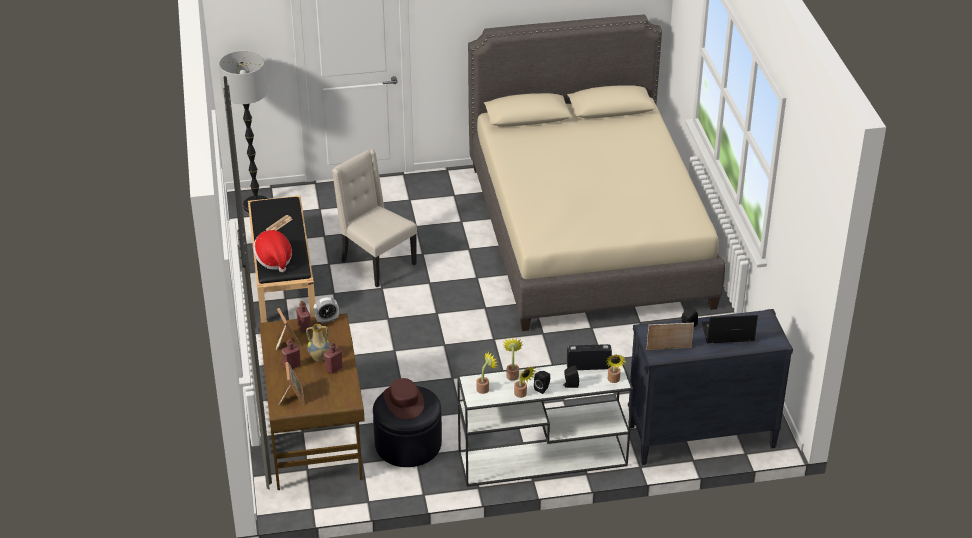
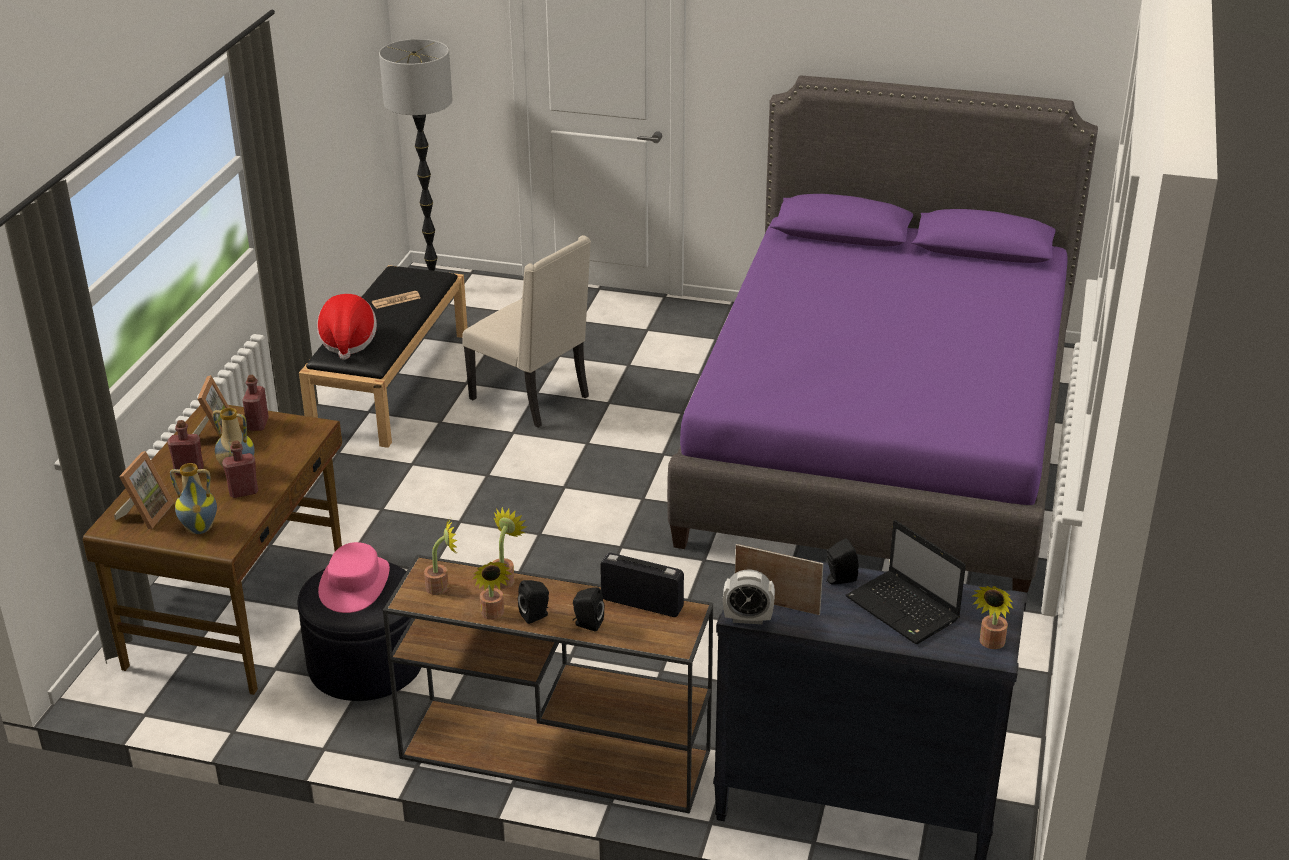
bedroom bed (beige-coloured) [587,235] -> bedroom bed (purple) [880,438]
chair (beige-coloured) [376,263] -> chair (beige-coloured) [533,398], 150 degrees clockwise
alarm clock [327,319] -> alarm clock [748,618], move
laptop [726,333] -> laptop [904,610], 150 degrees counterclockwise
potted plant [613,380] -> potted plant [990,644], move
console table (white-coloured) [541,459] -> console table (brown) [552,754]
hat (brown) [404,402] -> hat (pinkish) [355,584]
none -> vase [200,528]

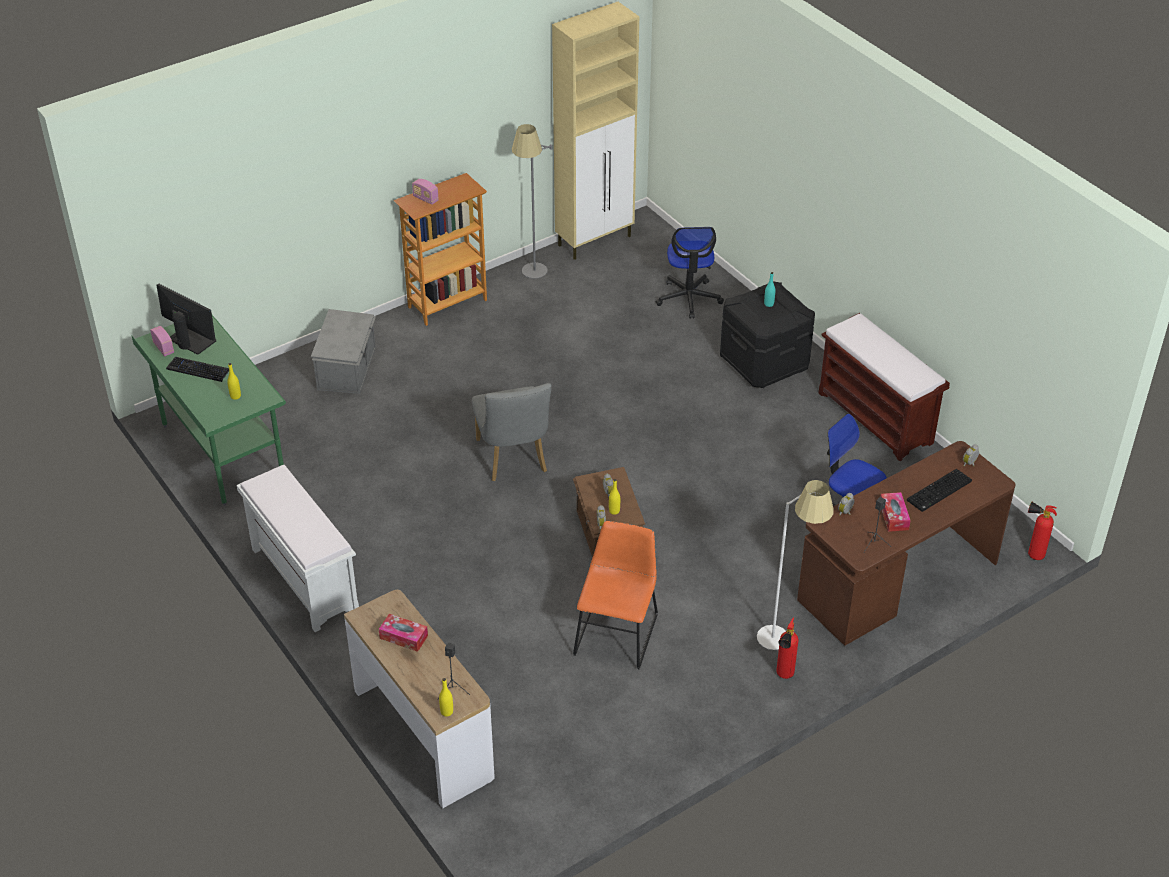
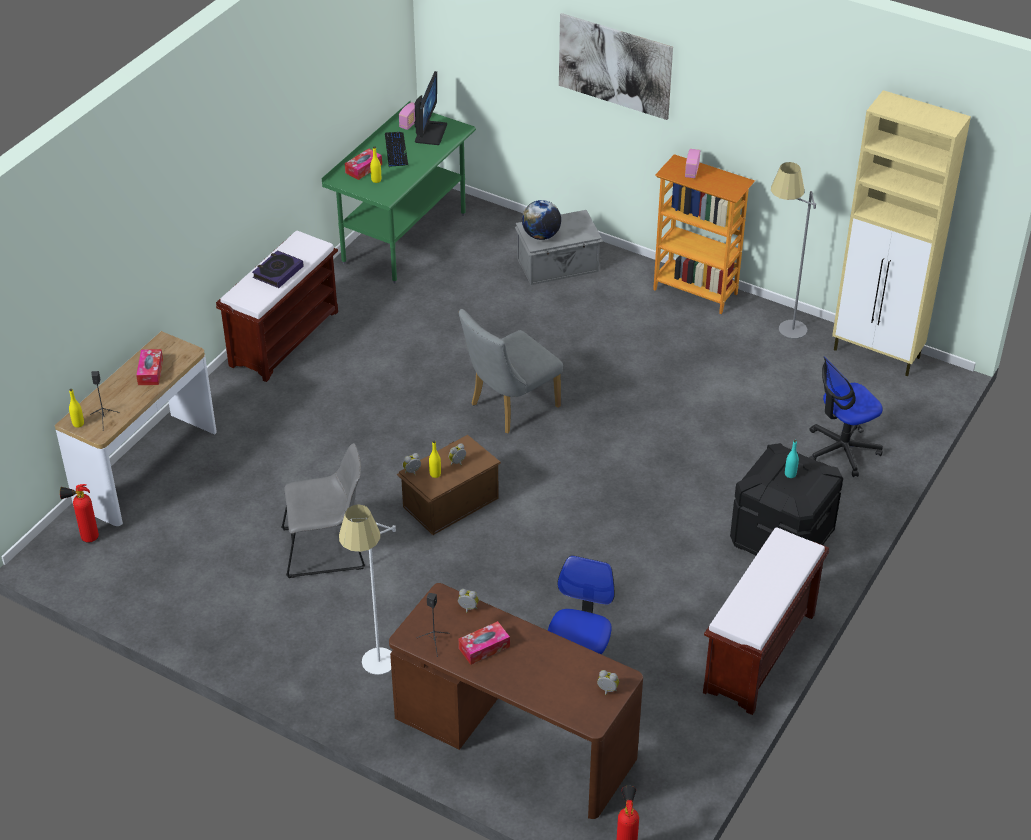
bench (white-coloured) [303,579] -> bench (brown) [284,337]
PC keyboard [939,492] -> none
chair (orange-coloured) [617,631] -> chair (greyish) [327,548]
fire extinguisher [783,676] -> fire extinguisher [85,538], move
none -> picture [615,66]
none -> tissue box [363,169]
none -> world globe [541,235]
none -> book [278,272]

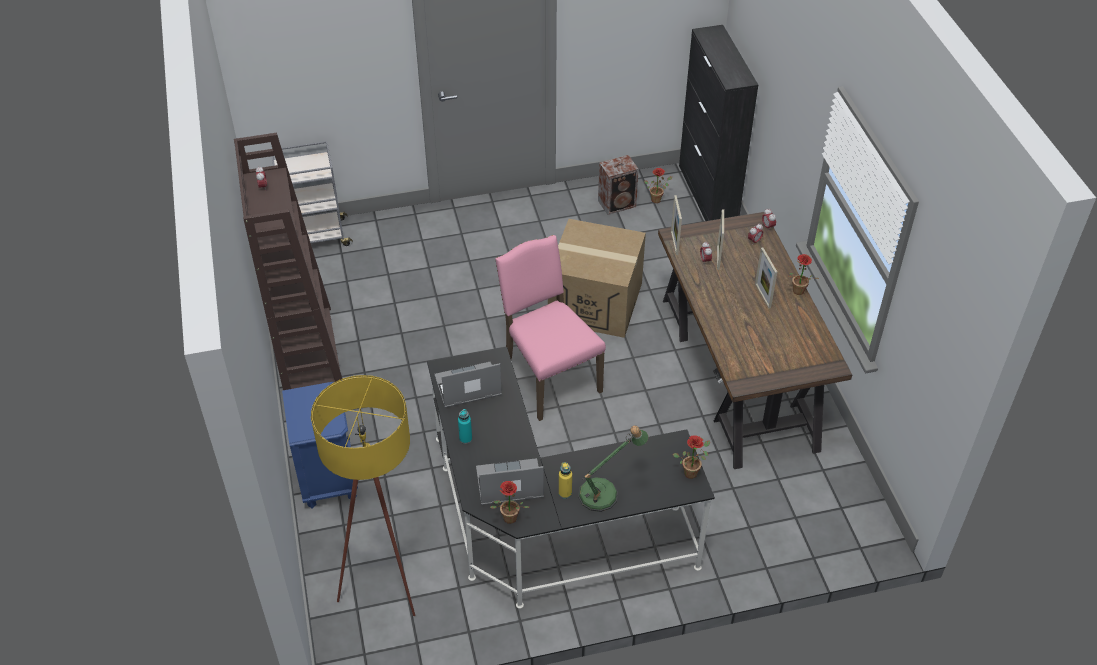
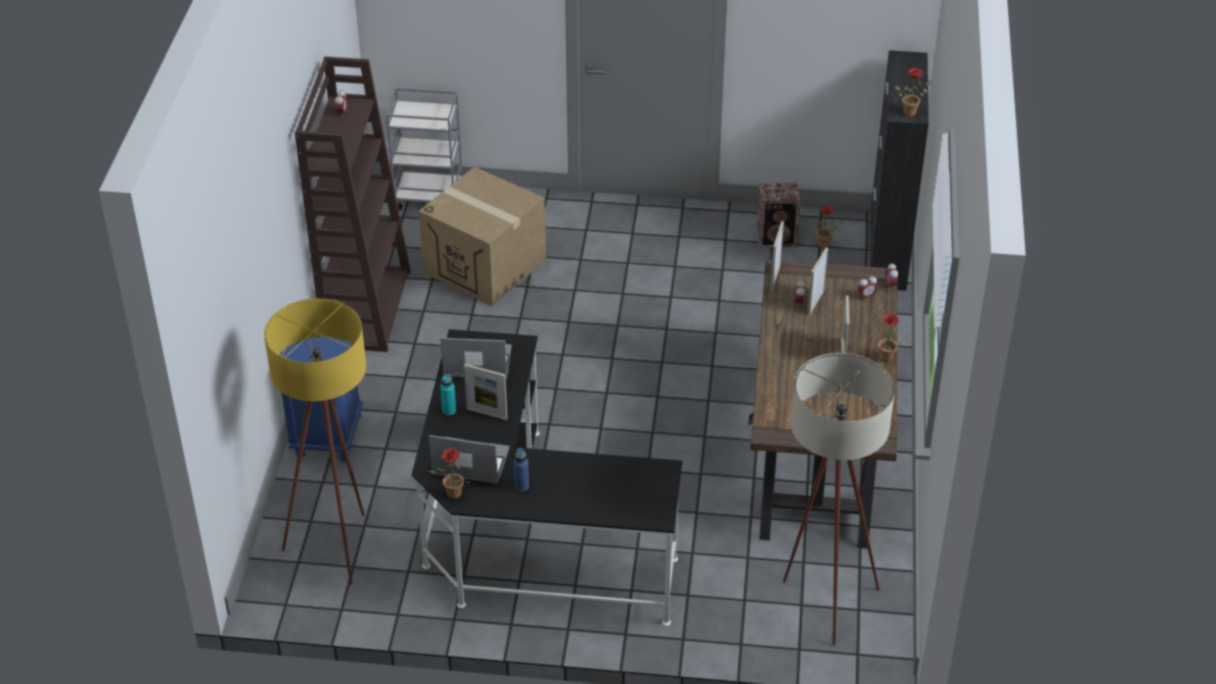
packing box [595,302] -> packing box [485,266], move
chair (pinkish) [549,378] -> none
lamp for a table [605,492] -> none
potted plant [692,471] -> potted plant [911,112], move
beverage bottle (yellow-coloured) [565,493] -> beverage bottle (blue-coloured) [521,486]
none -> floor lamp (beige-coloured) [822,599]
none -> photo frame [486,414]

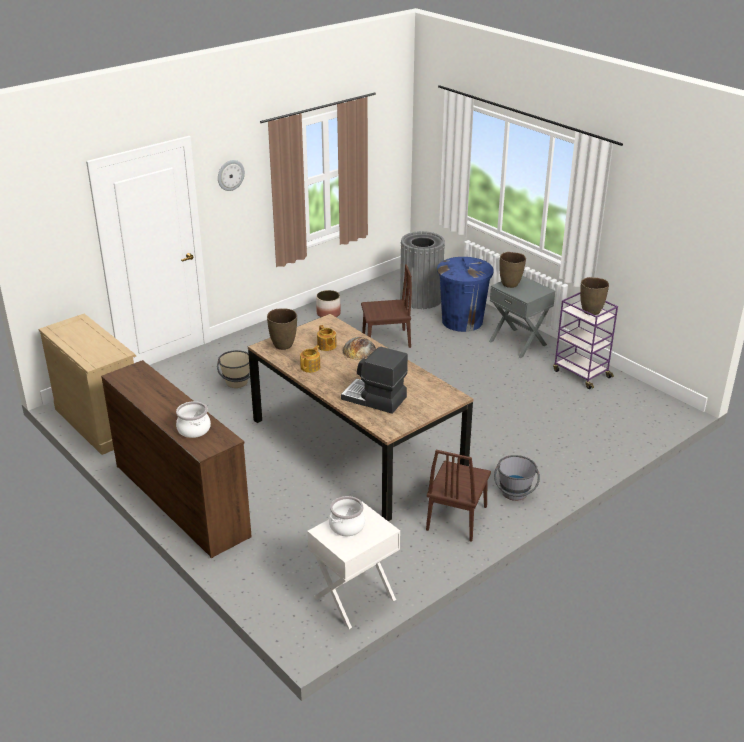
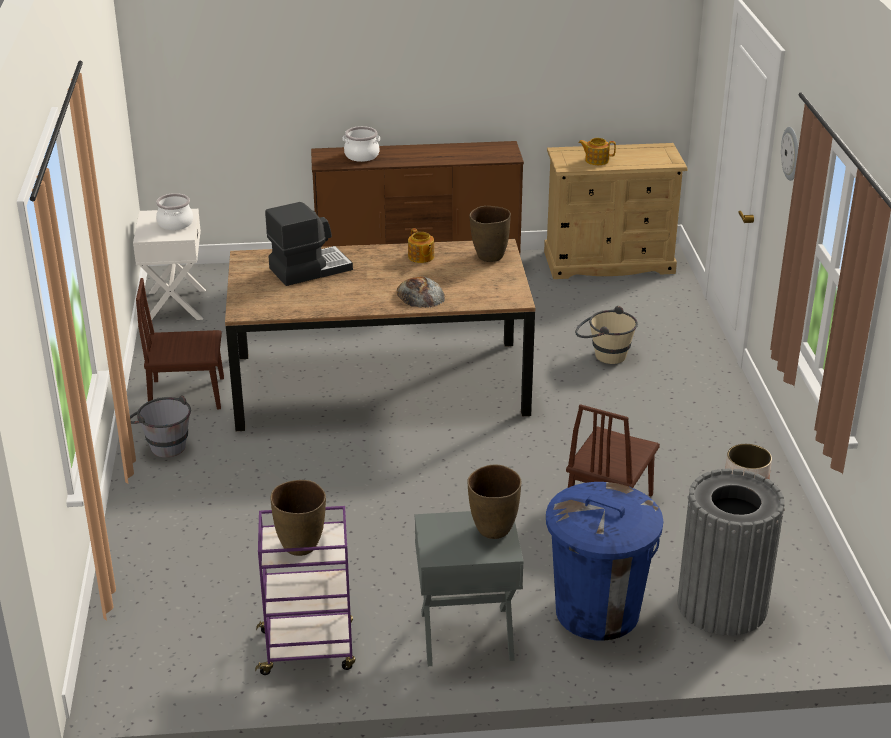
teapot [326,346] -> teapot [596,160], move
chair (brown) [456,518] -> chair (brown) [187,394], 60 degrees counterclockwise

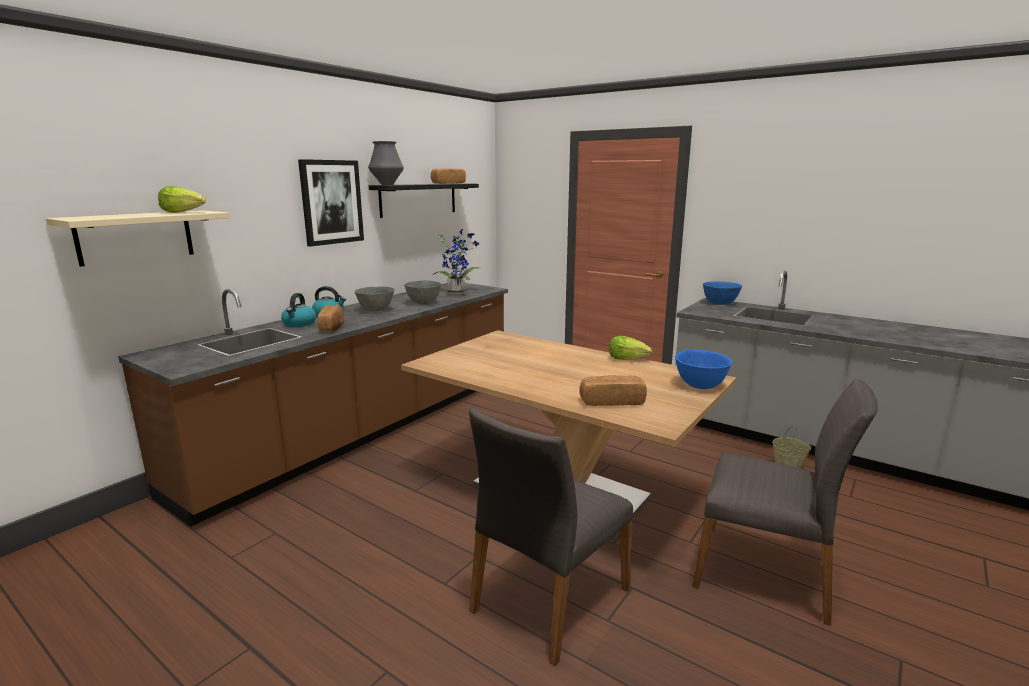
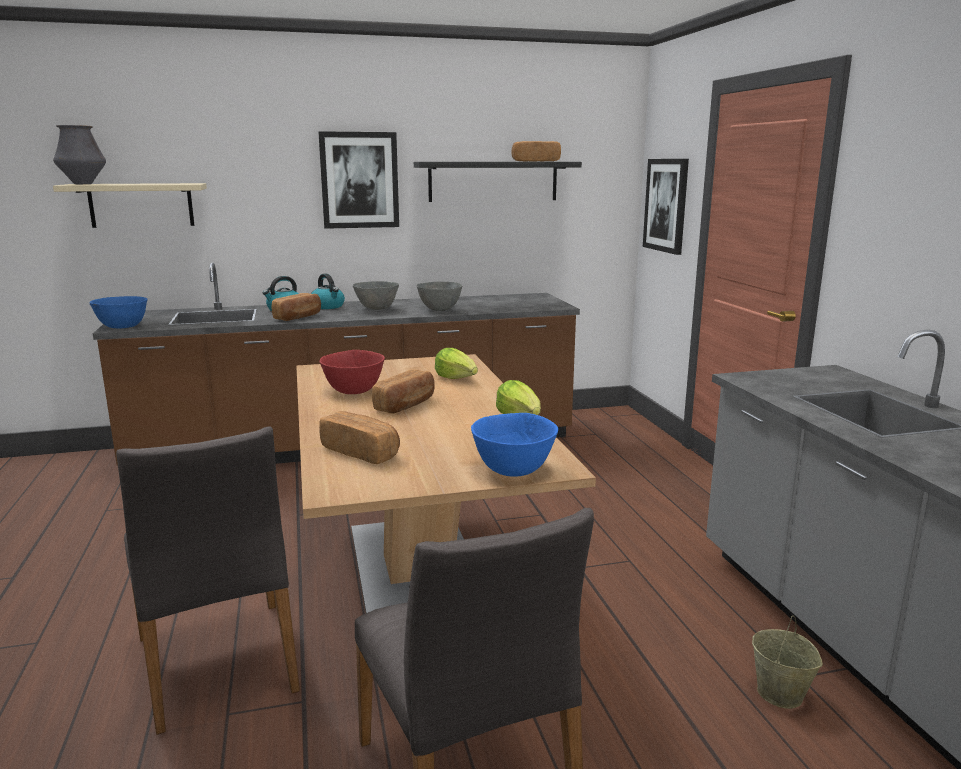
vase [387,185] -> vase [83,184], move
lettuce [183,212] -> lettuce [457,378], move
potted plant [457,292] -> none
bowl (blue-coloured) [720,303] -> bowl (blue-coloured) [122,327], move
chair (greyish) [548,599] -> chair (greyish) [219,663], 105 degrees counterclockwise
none -> picture [666,205]
none -> bowl (reddish) [354,390]
none -> bakery bread [406,405]

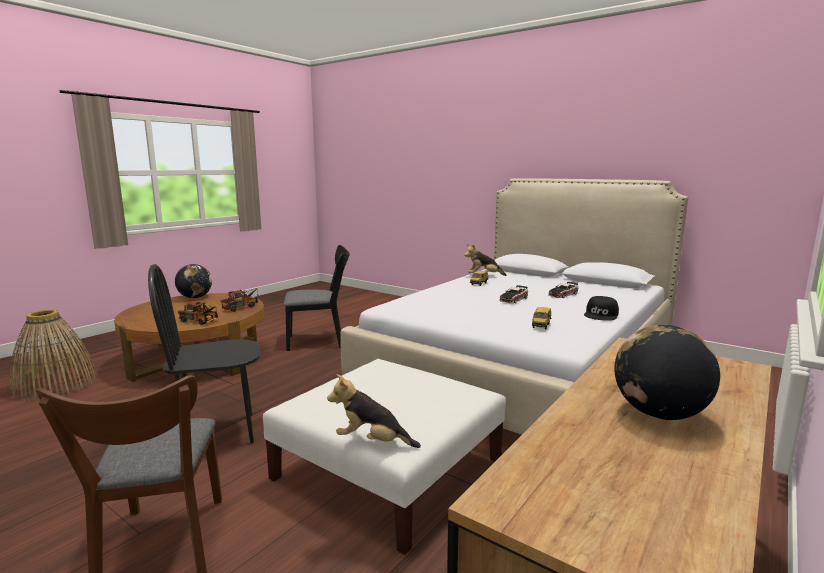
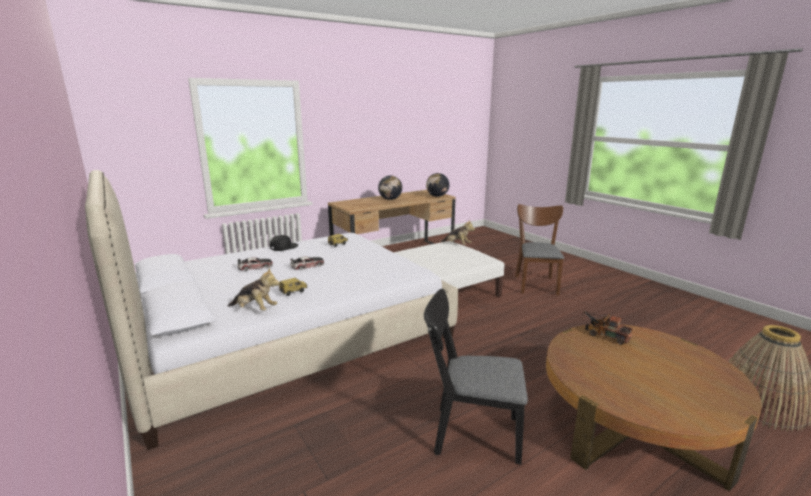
chair (black) [218,433] -> none
world globe [195,297] -> world globe [437,196], move
toy lorry [242,307] -> none

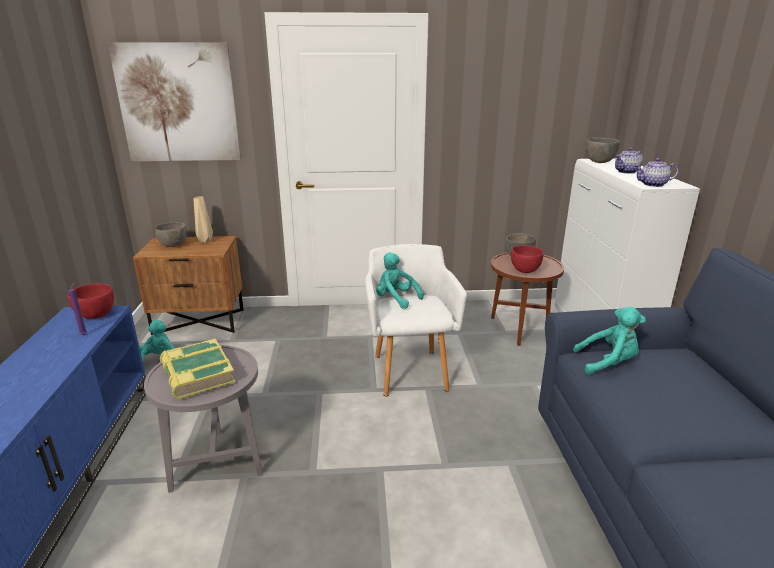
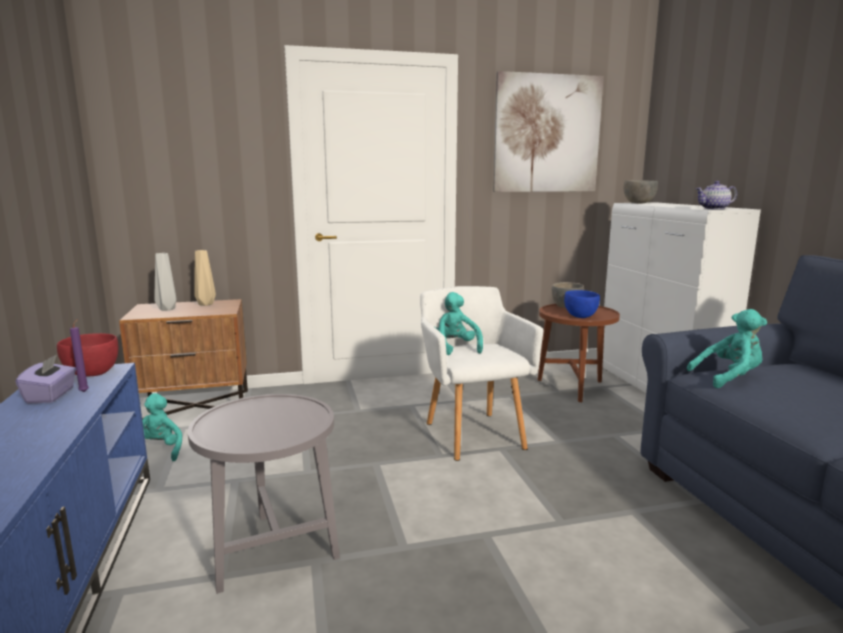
picture [178,103] -> picture [547,134], move
teapot [626,172] -> none
bowl (greyish) [173,245] -> vase (greyish) [167,309]
bowl (reddish) [525,270] -> bowl (blue-coloured) [580,316]
cuddly toy (blue-green) [396,299] -> cuddly toy (blue-green) [454,348], 45 degrees clockwise
book [197,374] -> none
none -> tissue box (purple) [51,395]

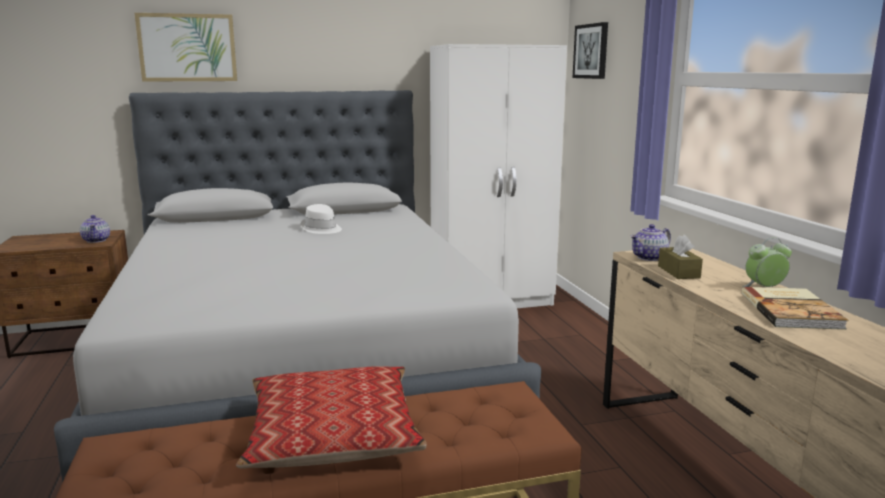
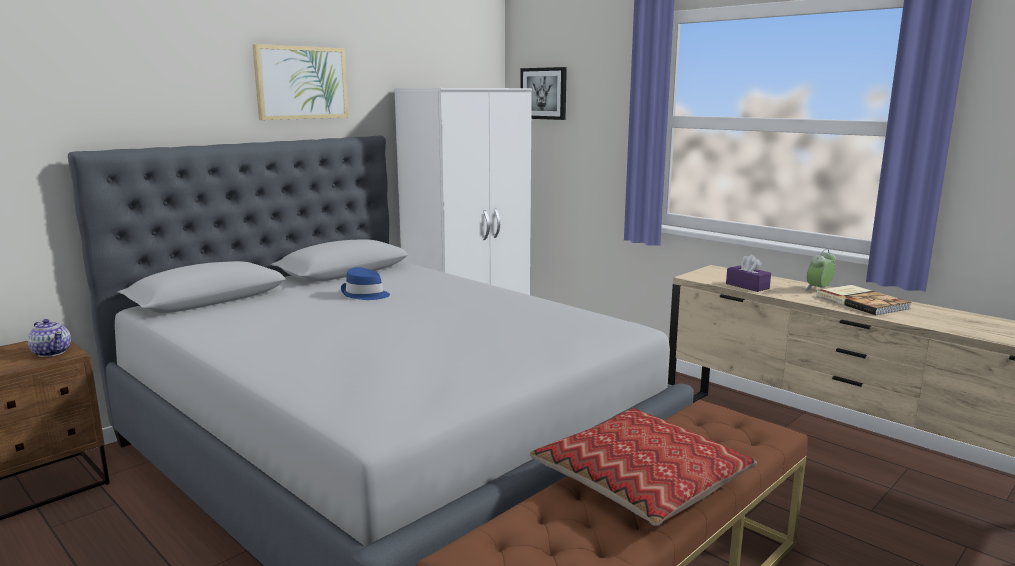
picture [187,48] -> picture [301,83], move
hat (white-coloured) [321,229] -> hat (blue-coloured) [365,294]
teapot [649,257] -> none
tissue box (brown) [678,272] -> tissue box (purple) [747,286]

